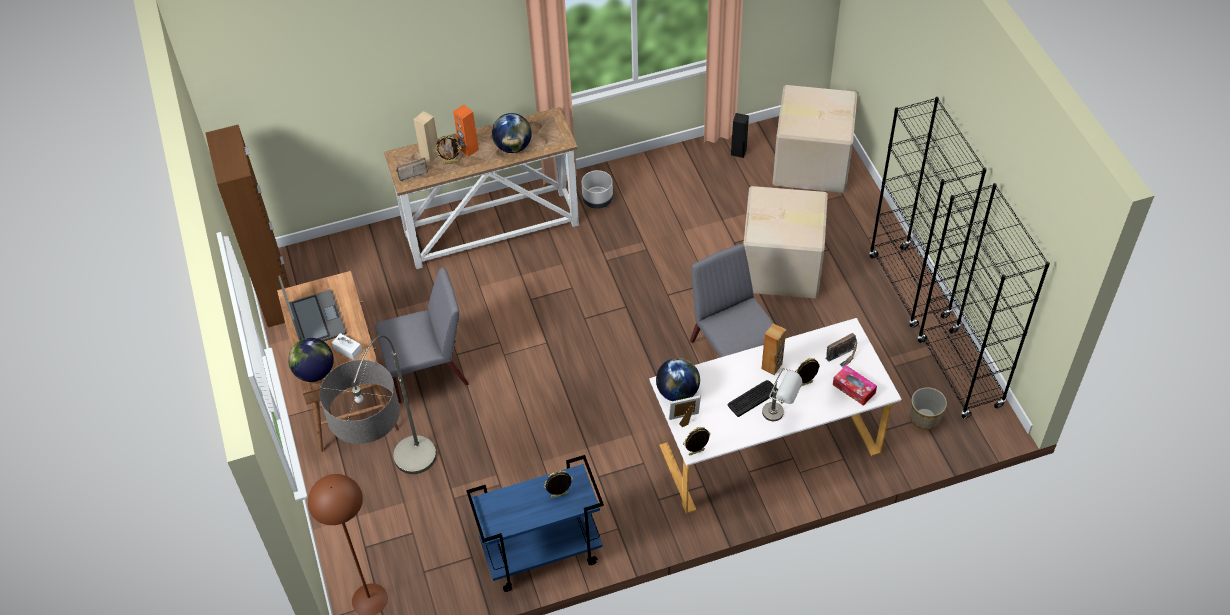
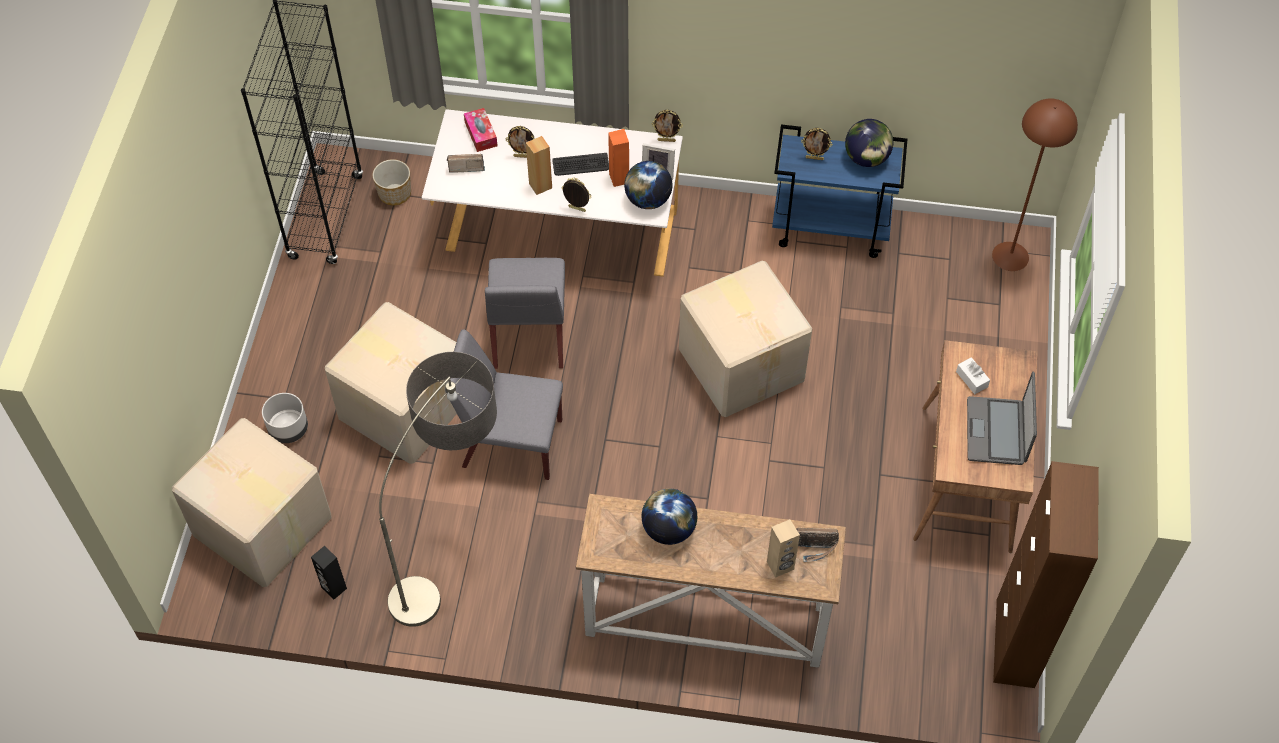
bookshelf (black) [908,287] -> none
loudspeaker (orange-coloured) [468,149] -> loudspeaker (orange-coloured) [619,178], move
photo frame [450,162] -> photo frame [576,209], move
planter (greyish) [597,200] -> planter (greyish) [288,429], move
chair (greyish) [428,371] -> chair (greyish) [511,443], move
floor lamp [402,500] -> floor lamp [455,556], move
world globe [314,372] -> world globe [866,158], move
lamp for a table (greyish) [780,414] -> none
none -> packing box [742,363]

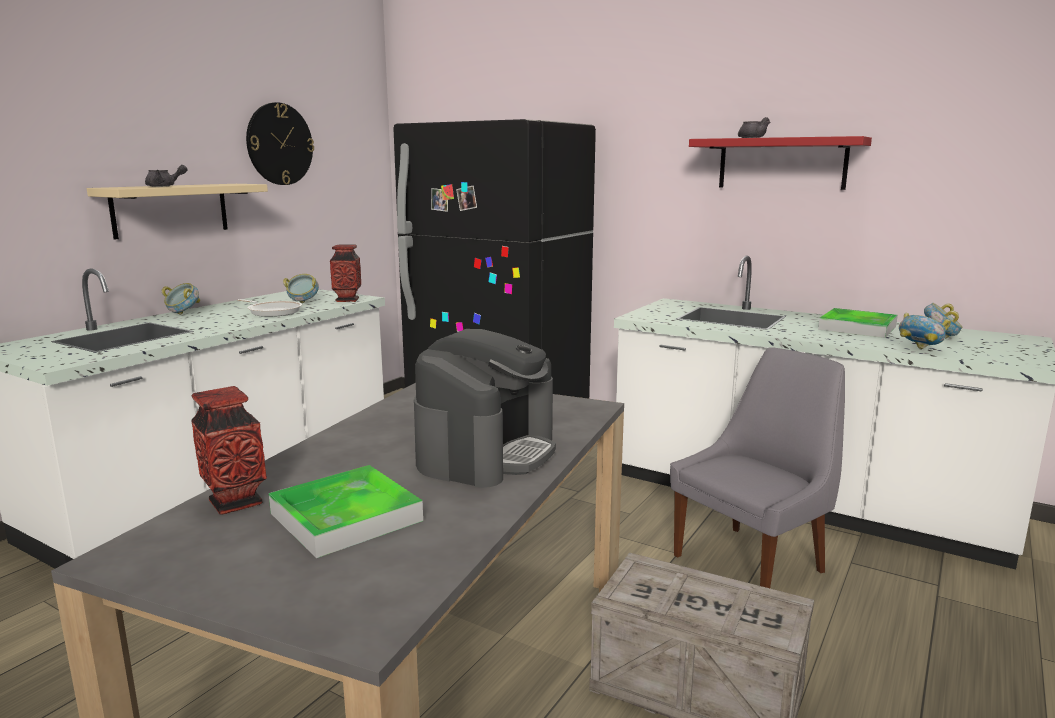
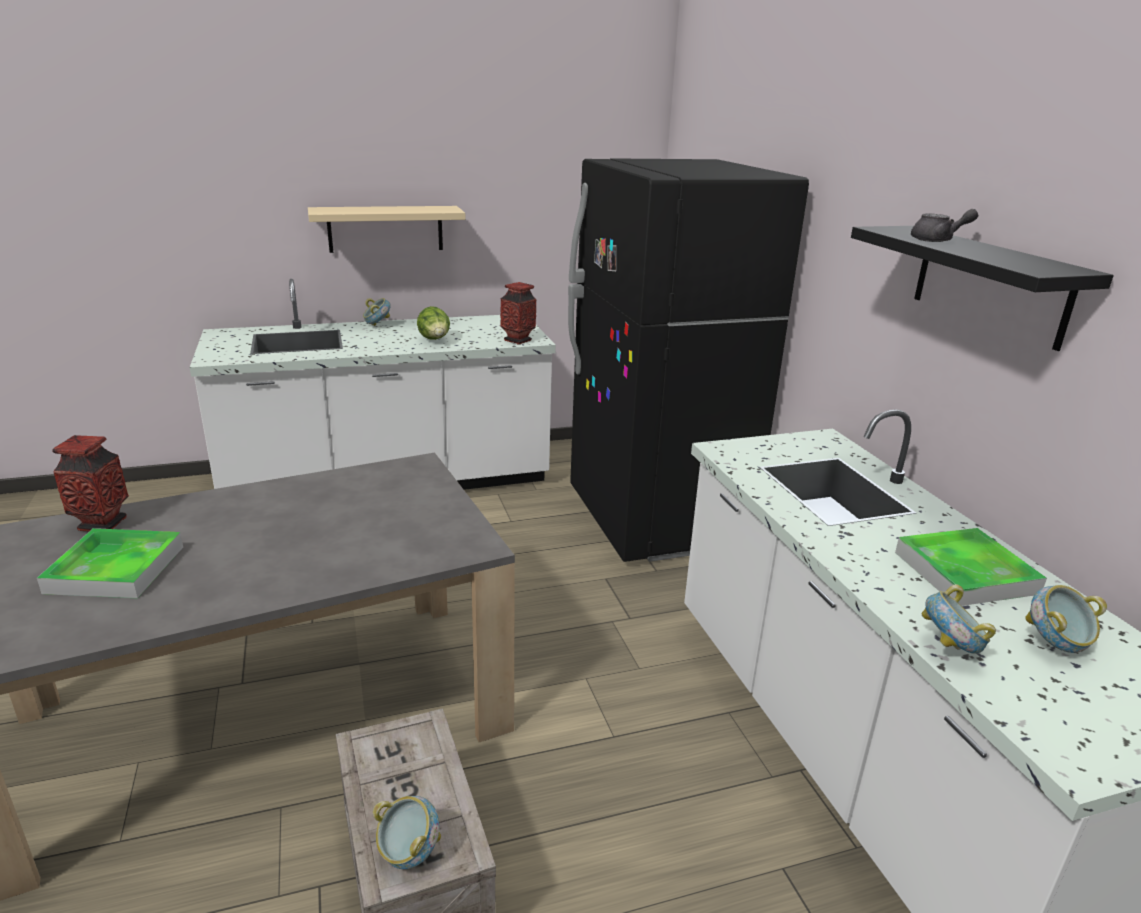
wall clock [279,144] -> none
shelf (reddish) [781,163] -> shelf (black) [990,285]
teapot (greyish) [165,186] -> none
bowl [303,302] -> bowl [408,853], move
pan [273,311] -> lettuce [435,340]
coffee maker [487,452] -> none
chair (greyish) [752,562] -> none

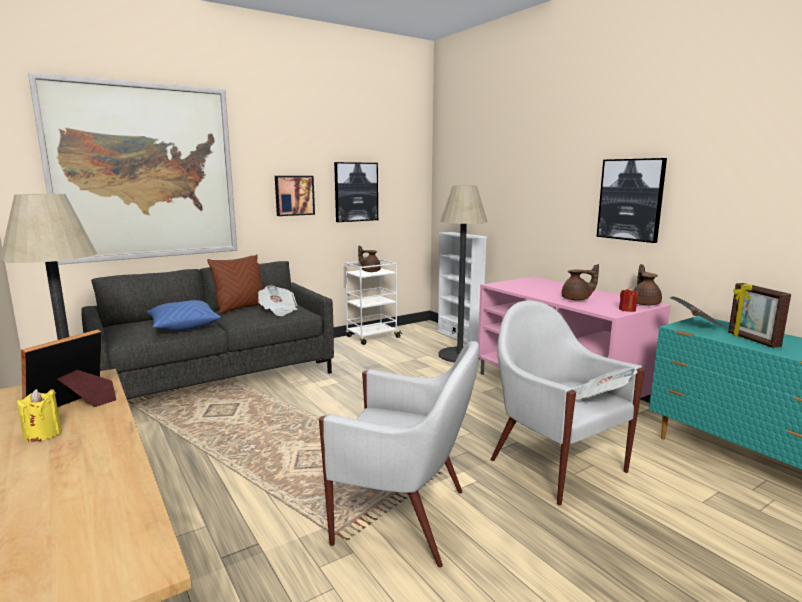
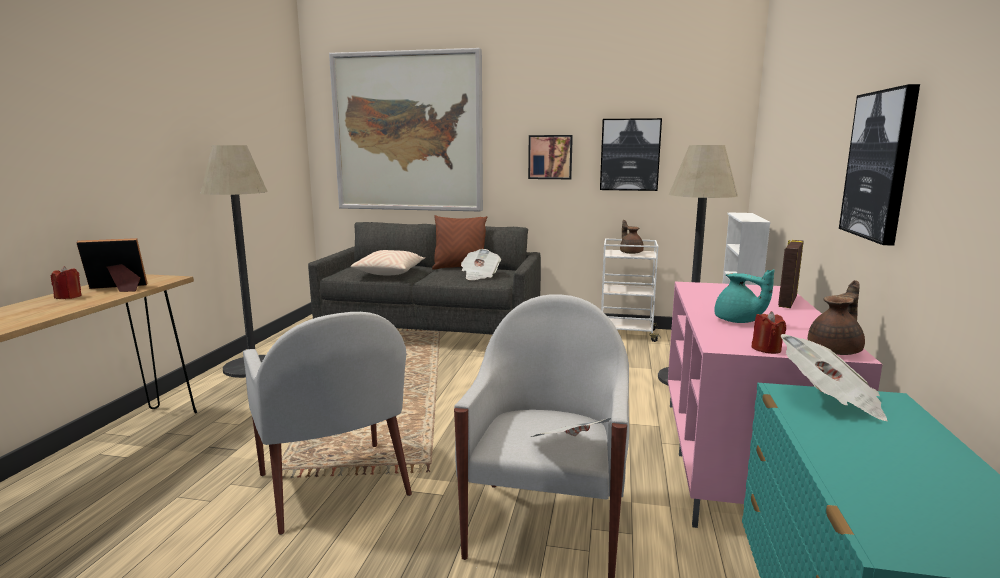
teapot (brown) [577,299] -> teapot (blue-green) [738,321]
photo frame [752,340] -> photo frame [786,301], move
throw pillow (blue-coloured) [183,326] -> throw pillow (beige-coloured) [389,272]
wax candle (yellow-coloured) [43,434] -> wax candle (reddish) [68,297]

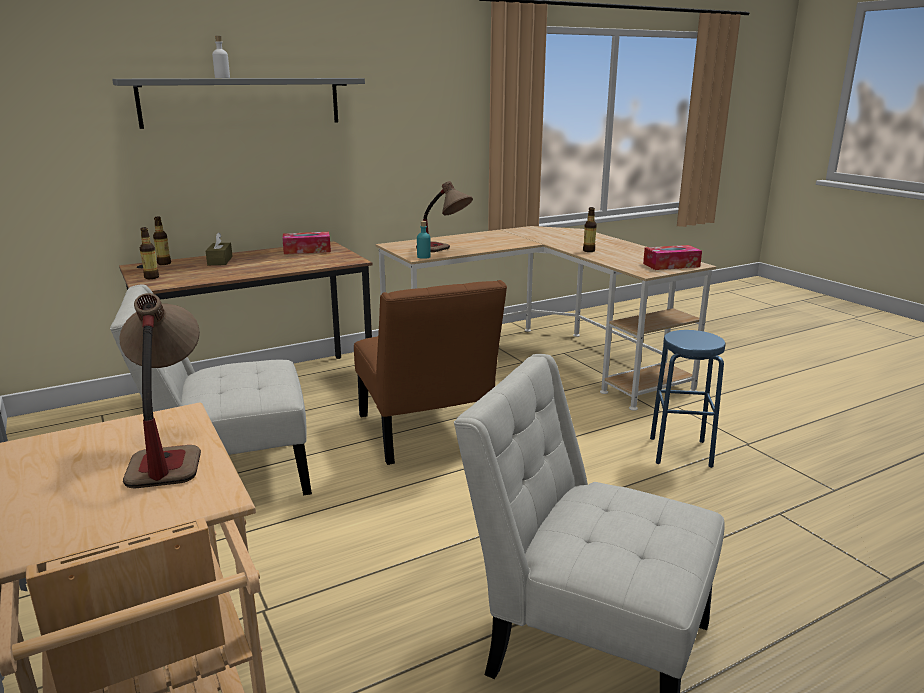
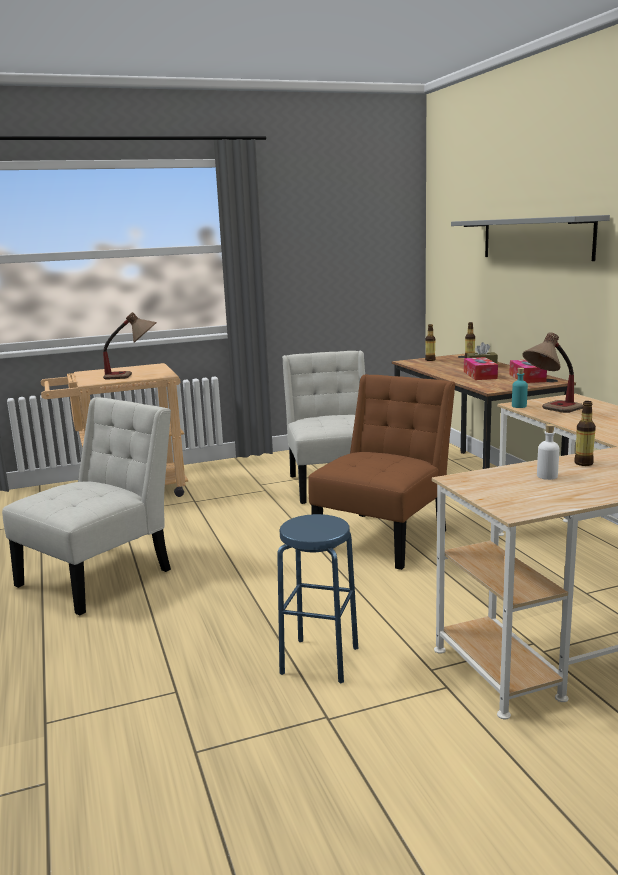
beverage bottle (white-coloured) [222,78] -> beverage bottle (white-coloured) [547,476], move
tissue box [671,265] -> tissue box [480,375], move
chair (brown) [426,434] -> chair (brown) [384,537], 135 degrees clockwise

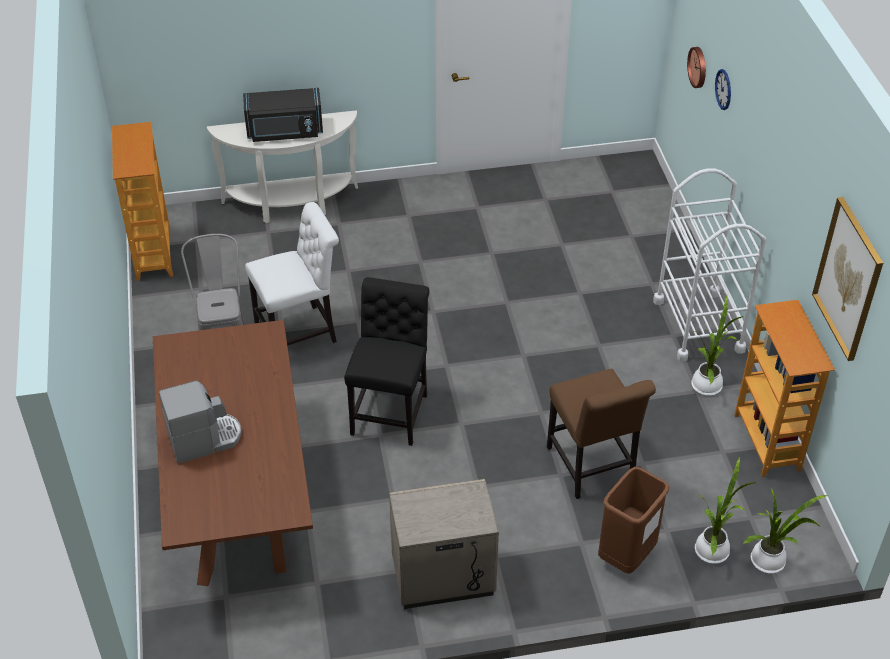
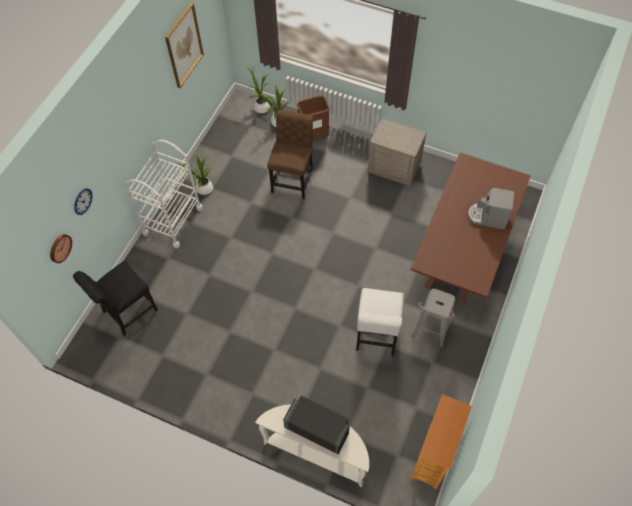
chair (white-coloured) [300,332] -> chair (white-coloured) [376,336], 90 degrees counterclockwise
chair (black) [391,411] -> chair (black) [127,312], move
bookshelf [768,443] -> none

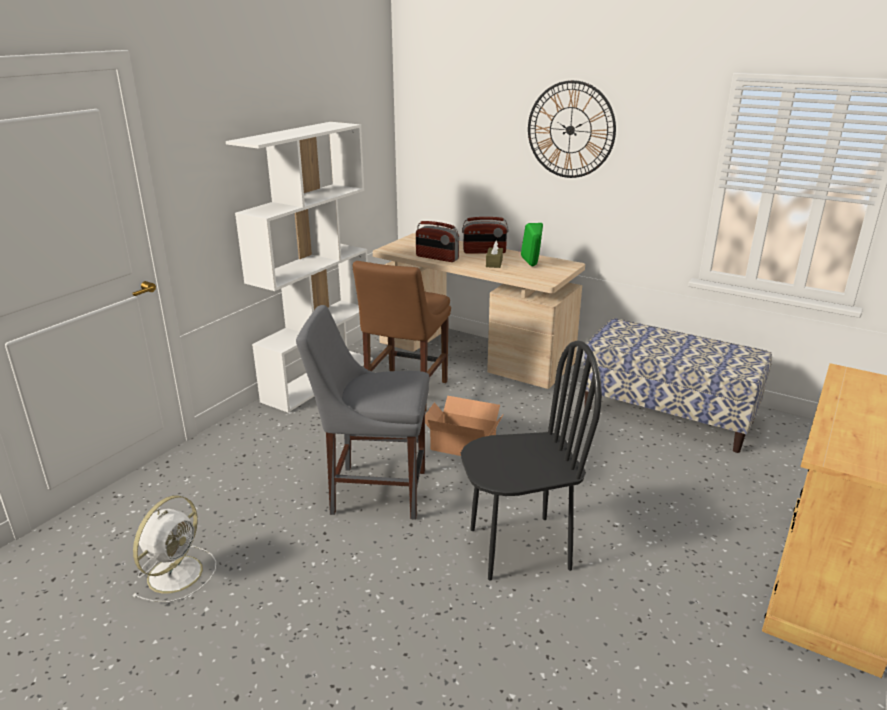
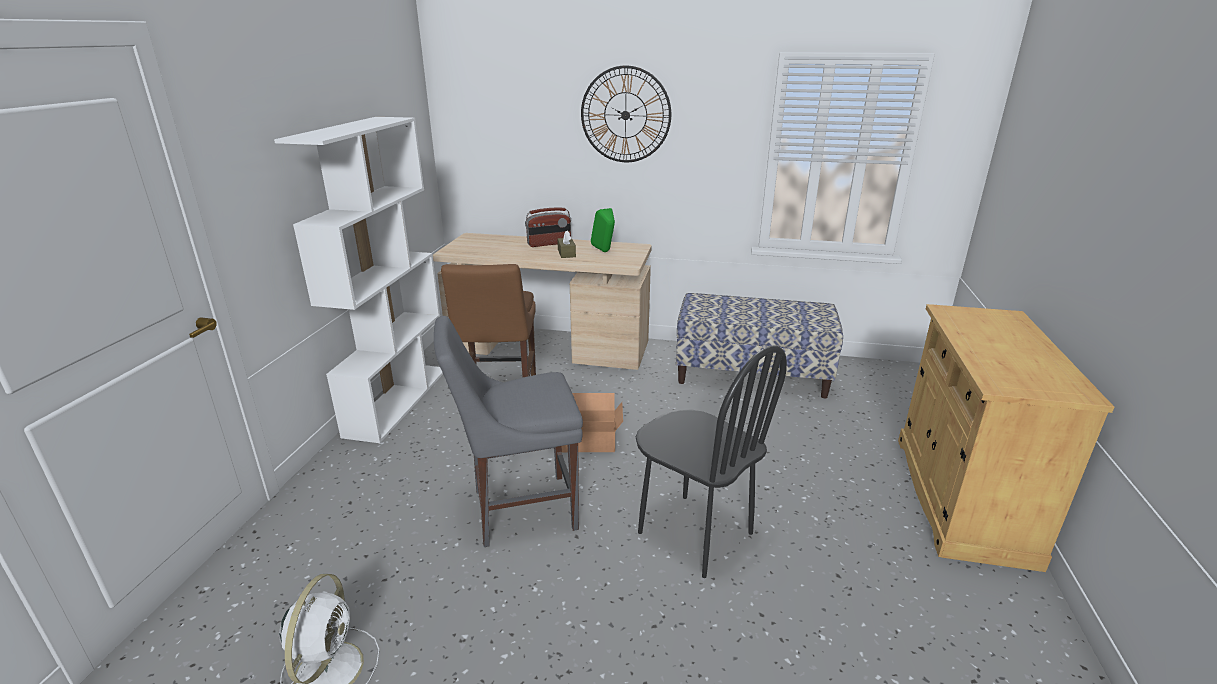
radio [437,258] -> none
chair (black) [519,548] -> chair (black) [694,533], 75 degrees clockwise

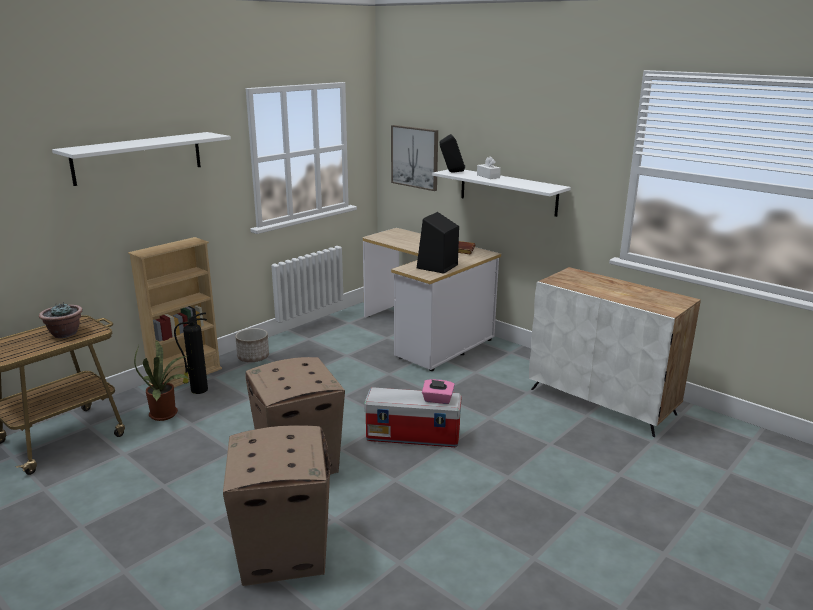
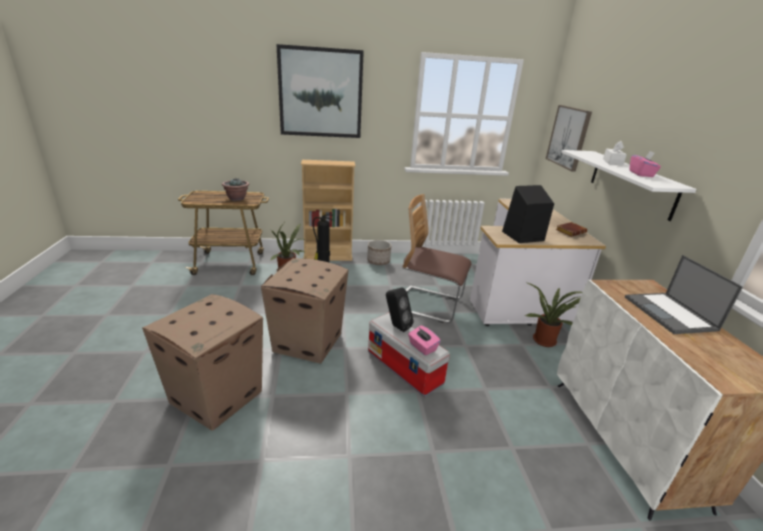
shelf (white-coloured) [138,157] -> picture [320,93]
loudspeaker (black) [451,172] -> loudspeaker (black) [396,326], move
none -> tissue box (pinkish) [641,174]
none -> chair [429,305]
none -> laptop [670,314]
none -> potted plant [545,340]

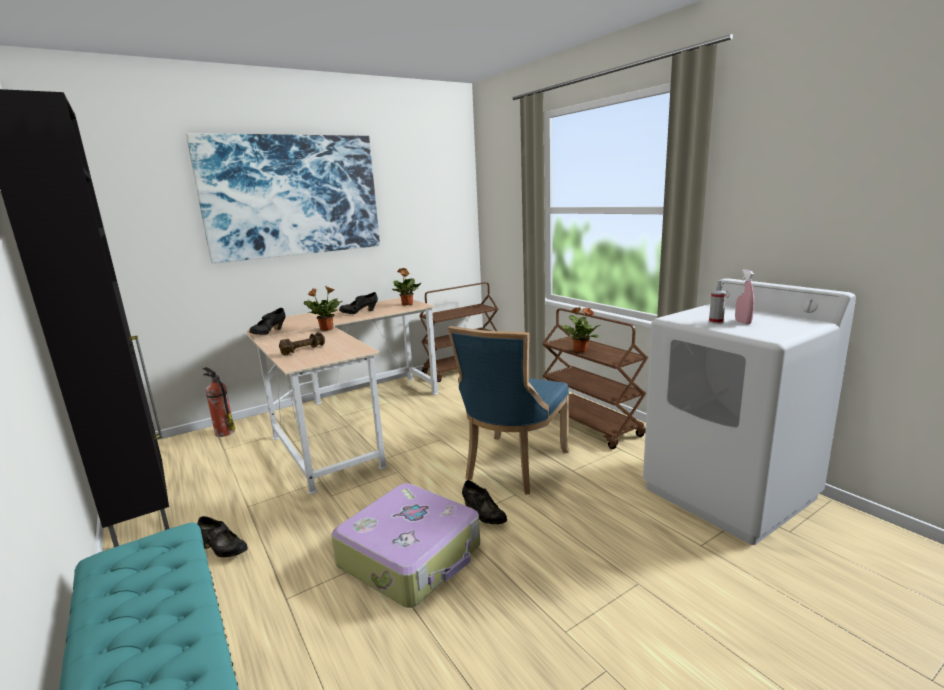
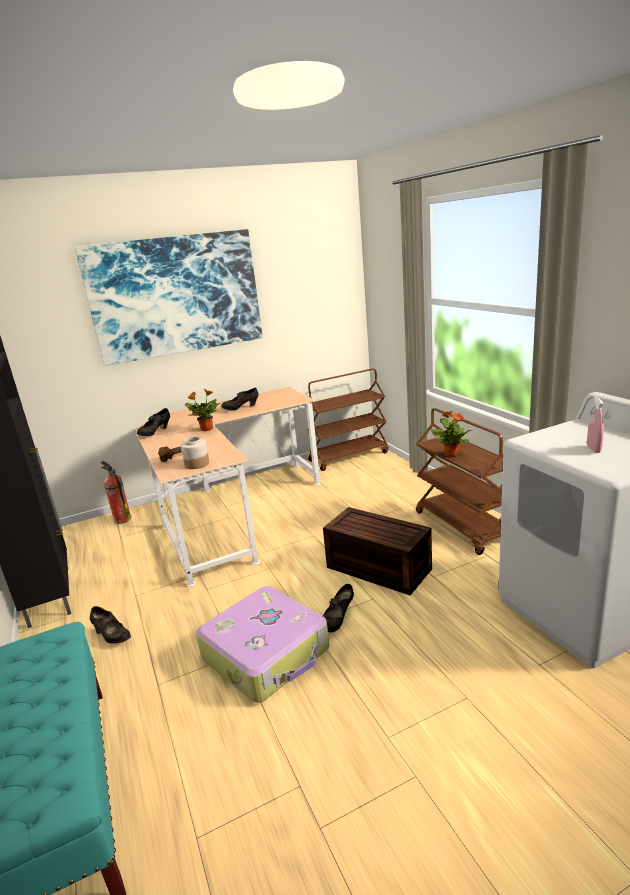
potted plant [407,304] -> none
spray bottle [716,322] -> none
chair (blue-coloured) [513,466] -> storage box (brown) [376,568]
shoe (black) [484,516] -> shoe (black) [338,619], 60 degrees clockwise
none -> storage jar [197,464]

